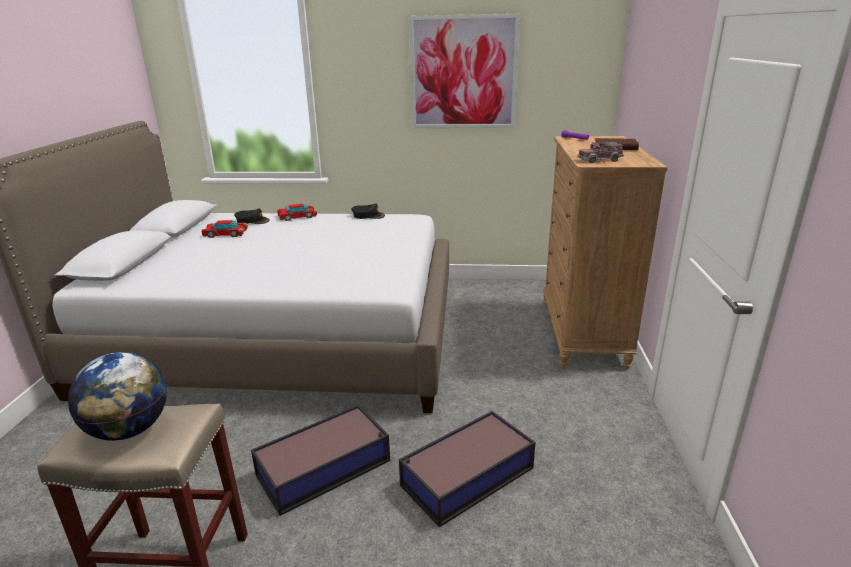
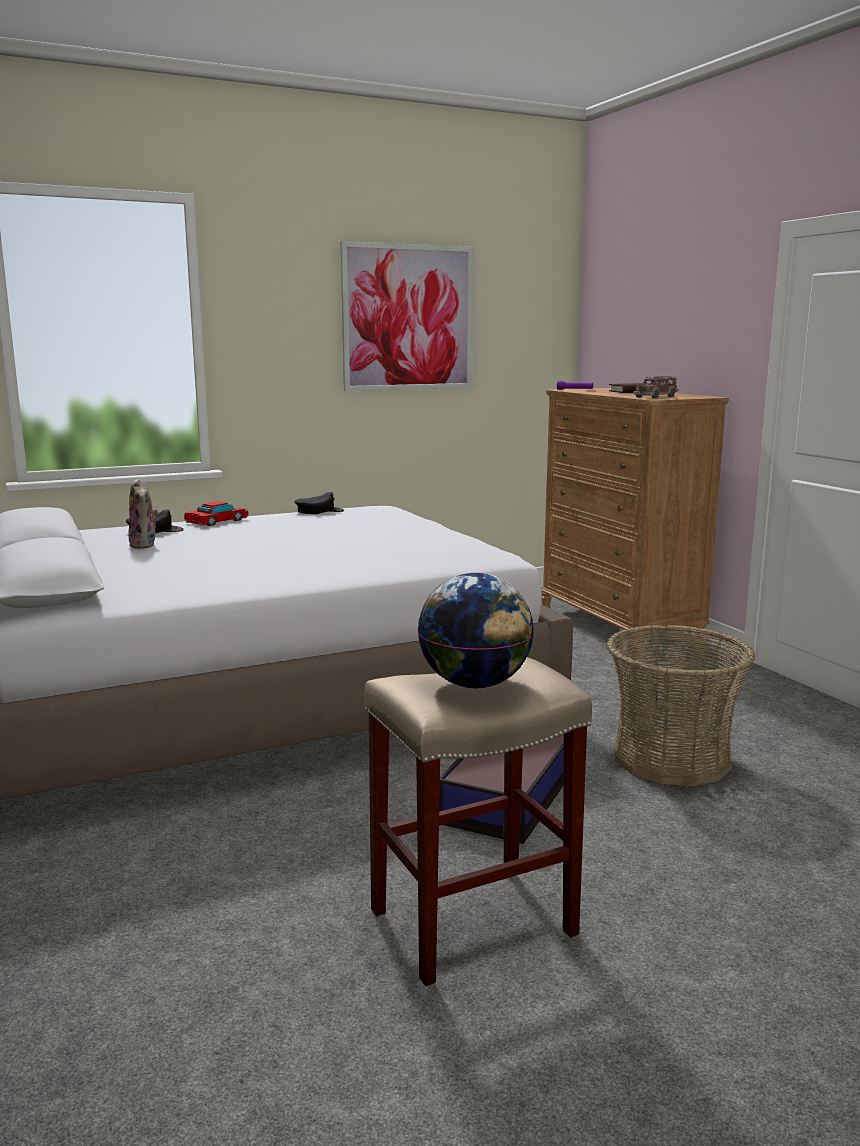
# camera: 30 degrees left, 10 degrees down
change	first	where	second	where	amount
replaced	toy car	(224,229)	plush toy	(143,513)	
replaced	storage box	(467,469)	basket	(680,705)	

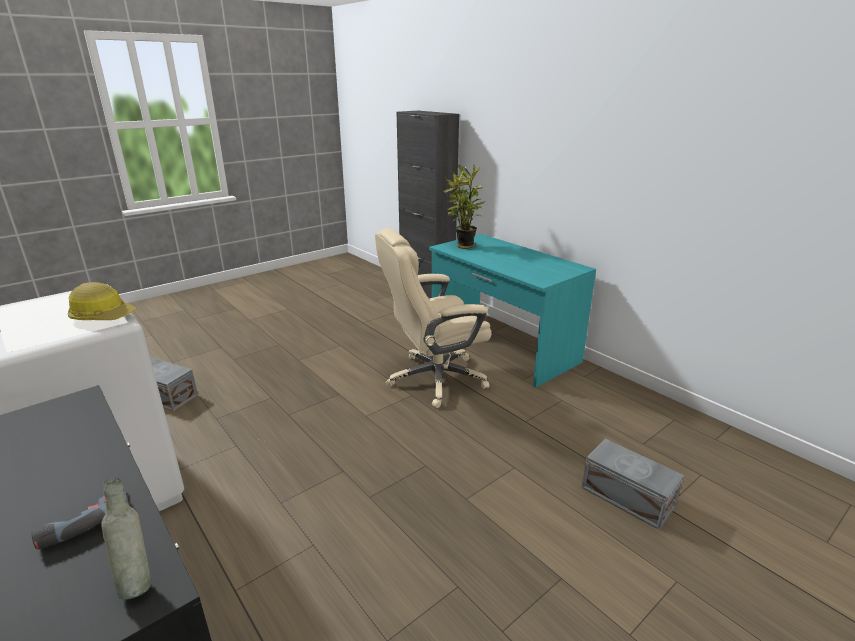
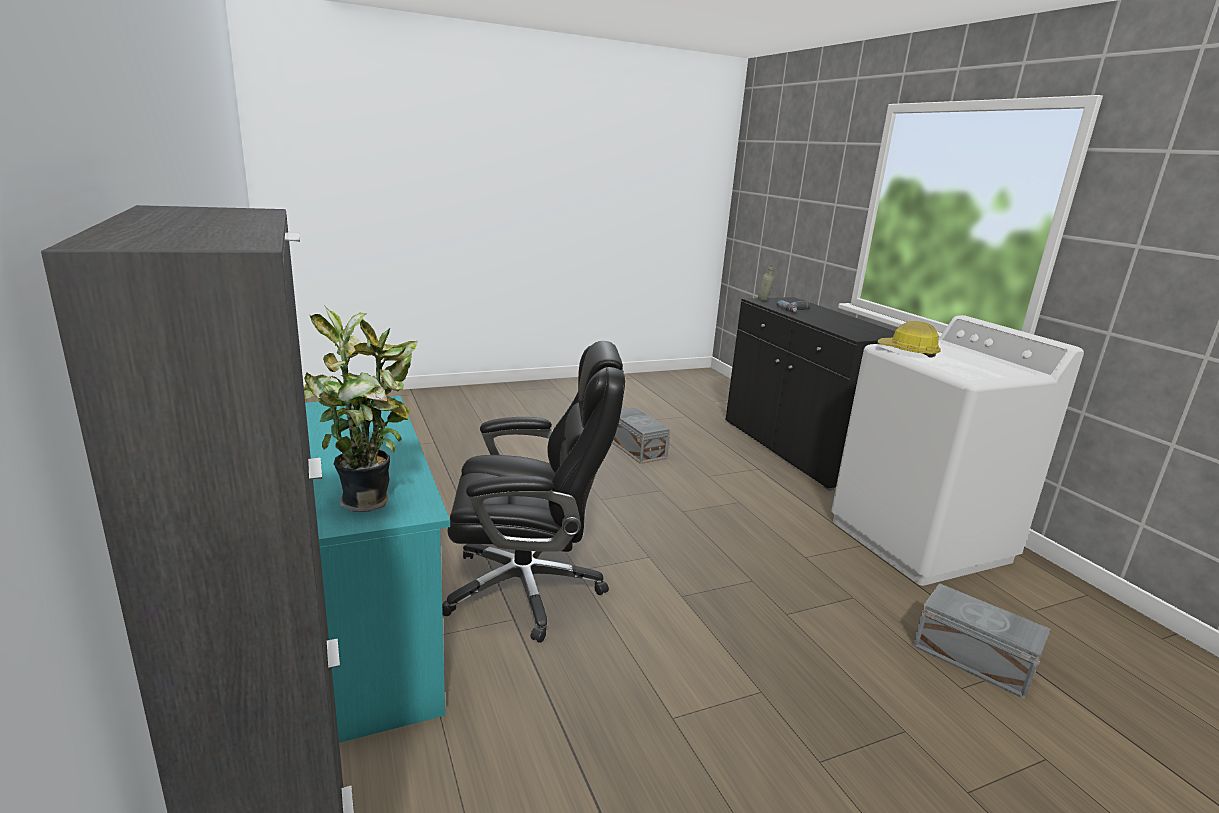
# camera: 165 degrees left, 5 degrees down
change	first	where	second	where	amount
recoloured	beige office chair	(433,318)	black office chair	(533,492)	
moved	grey storage box	(632,484)		(641,435)	

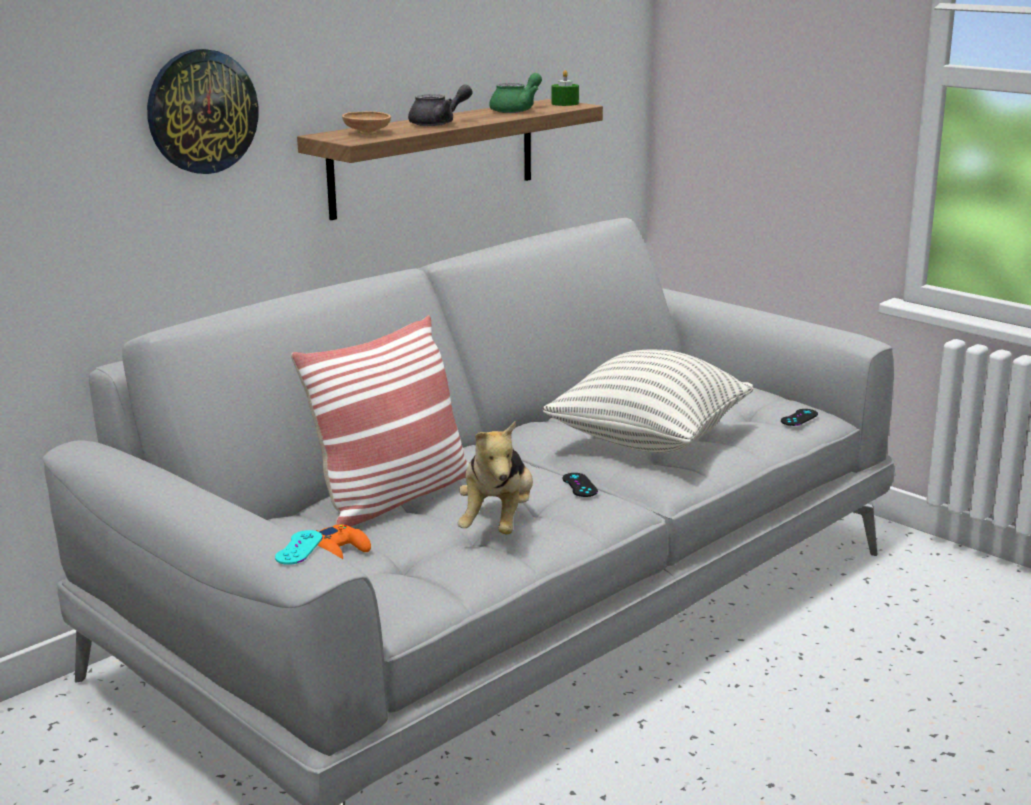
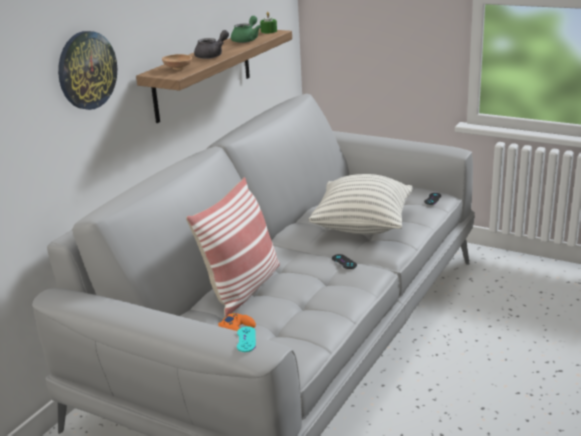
# camera: 15 degrees left, 5 degrees up
change	first	where	second	where	amount
removed	plush toy	(495,478)			

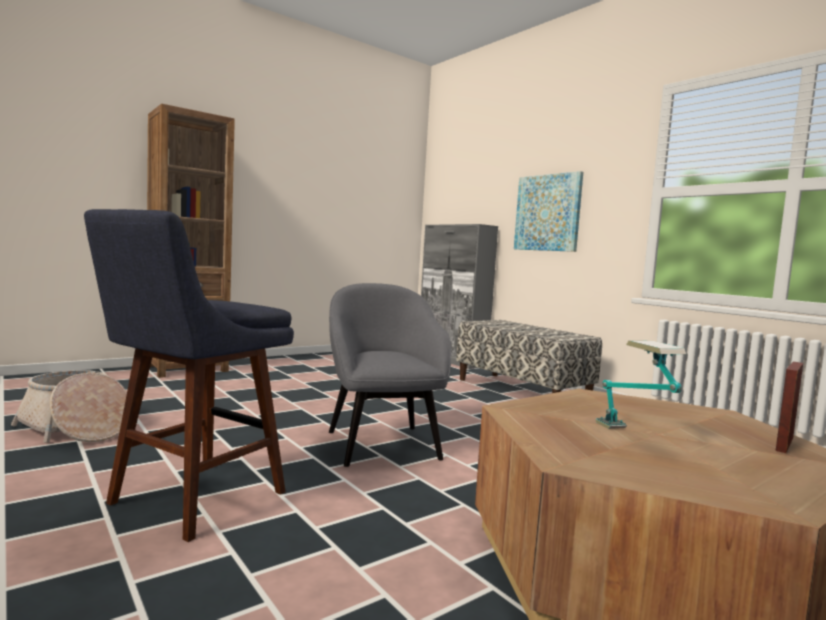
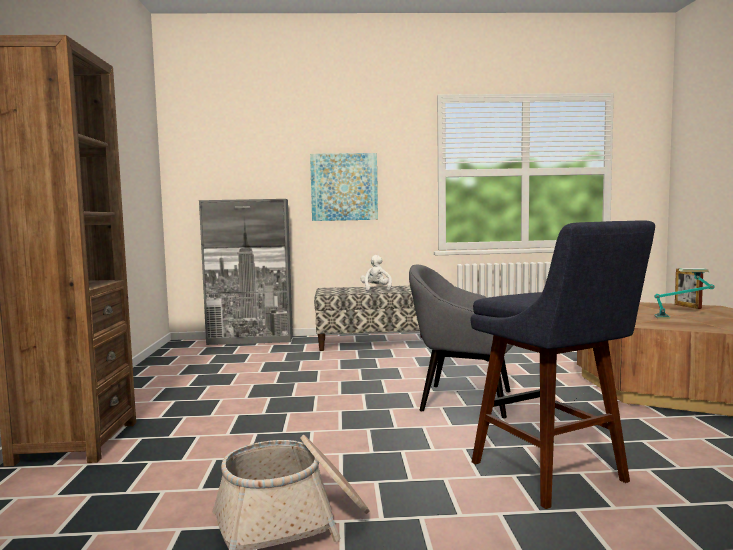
# camera: 55 degrees left, 0 degrees up
change	first	where	second	where	amount
added			white plush toy	(376,273)	

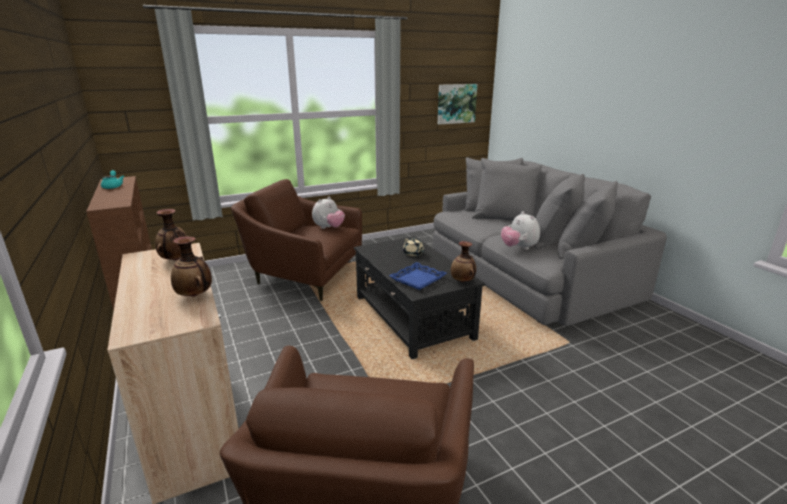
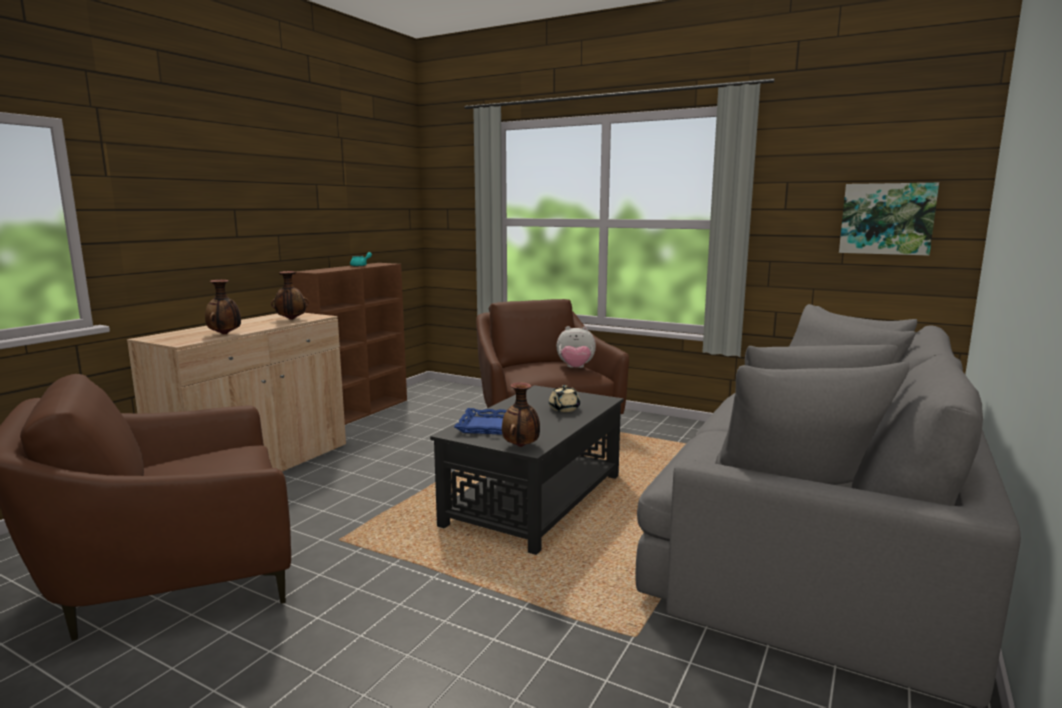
# camera: 55 degrees right, 10 degrees down
change	first	where	second	where	amount
removed	plush toy	(520,230)			

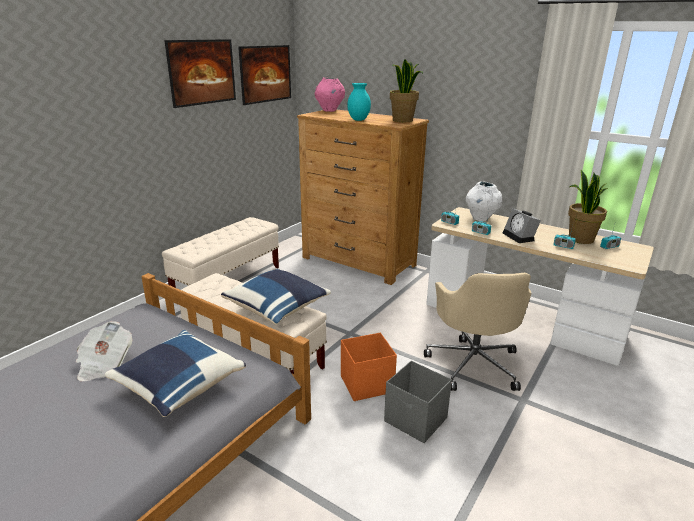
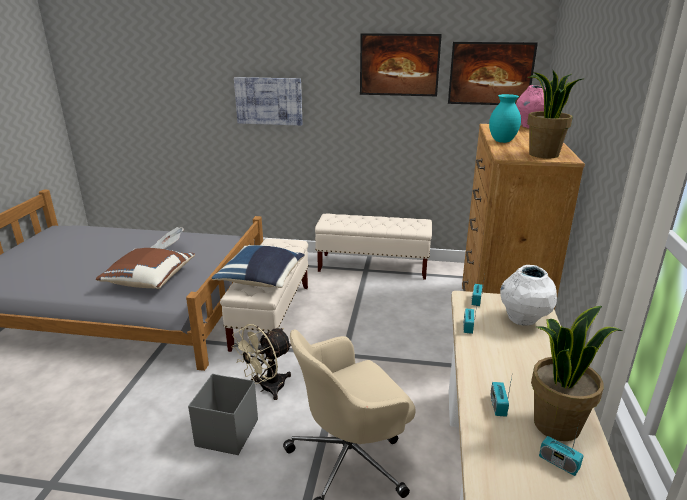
# camera: 65 degrees right, 0 degrees up
change	first	where	second	where	amount
recoloured	blue pillow	(175,373)	brown pillow	(145,268)	
replaced	orange storage box	(369,367)	beige fan	(261,362)	
removed	alarm clock	(522,226)			
added			picture	(268,101)	

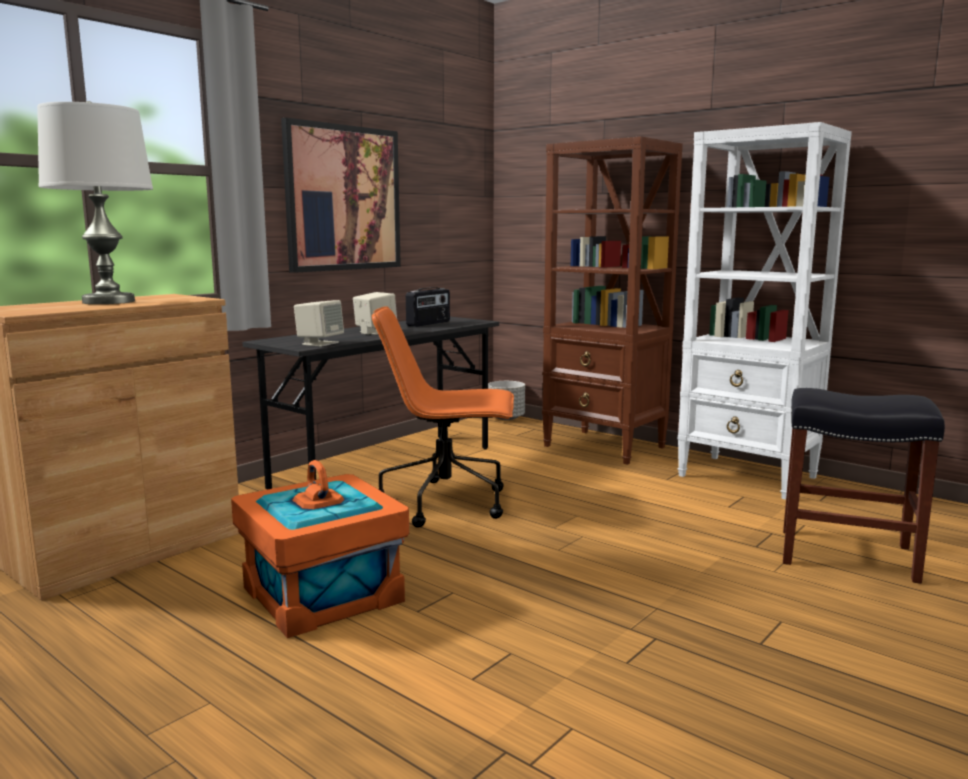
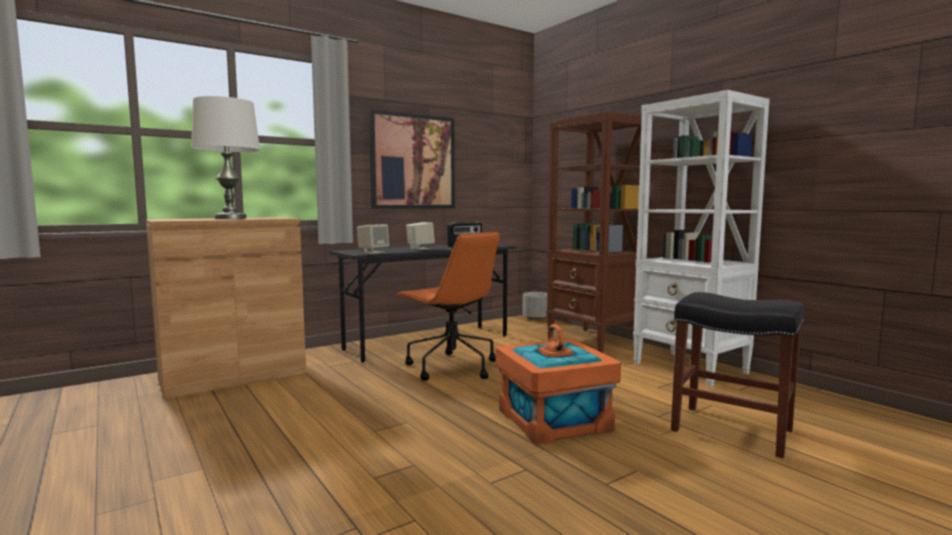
# camera: 15 degrees right, 5 degrees down
change	first	where	second	where	amount
moved	orange storage box	(320,549)		(558,384)	
turned	orange office chair	(443,417)		(448,306)	150 degrees counterclockwise

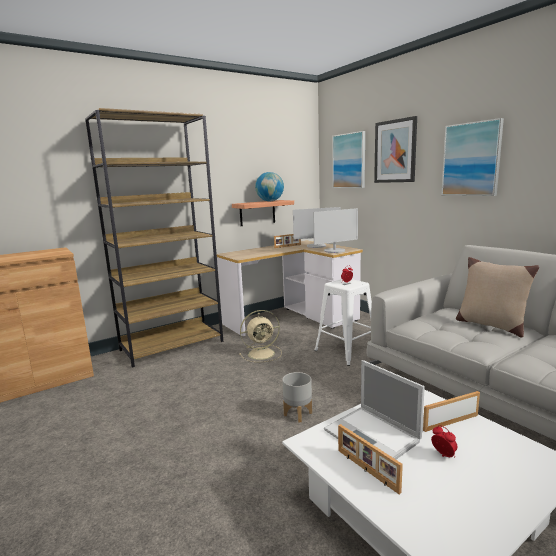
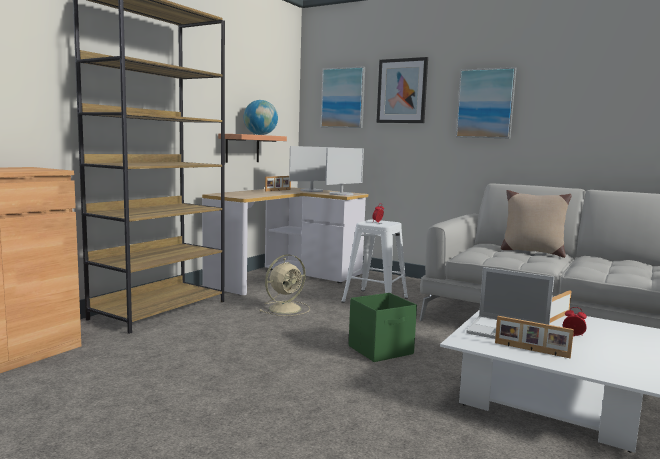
# camera: 25 degrees left, 5 degrees down
change	first	where	second	where	amount
replaced	grey planter	(297,397)	green storage box	(383,327)	

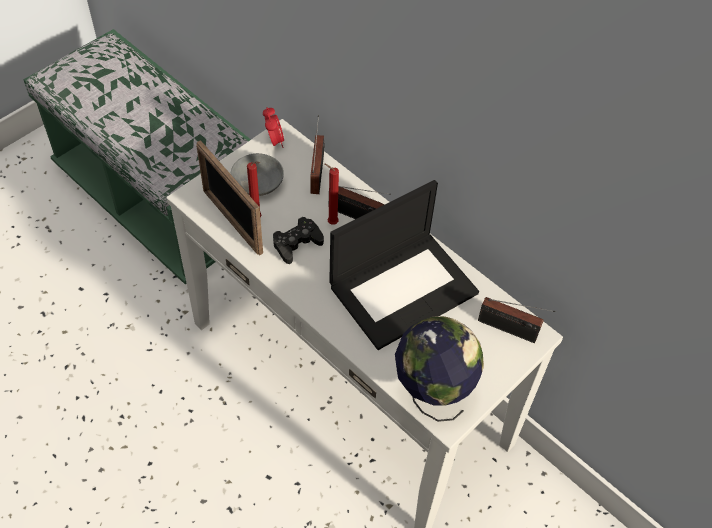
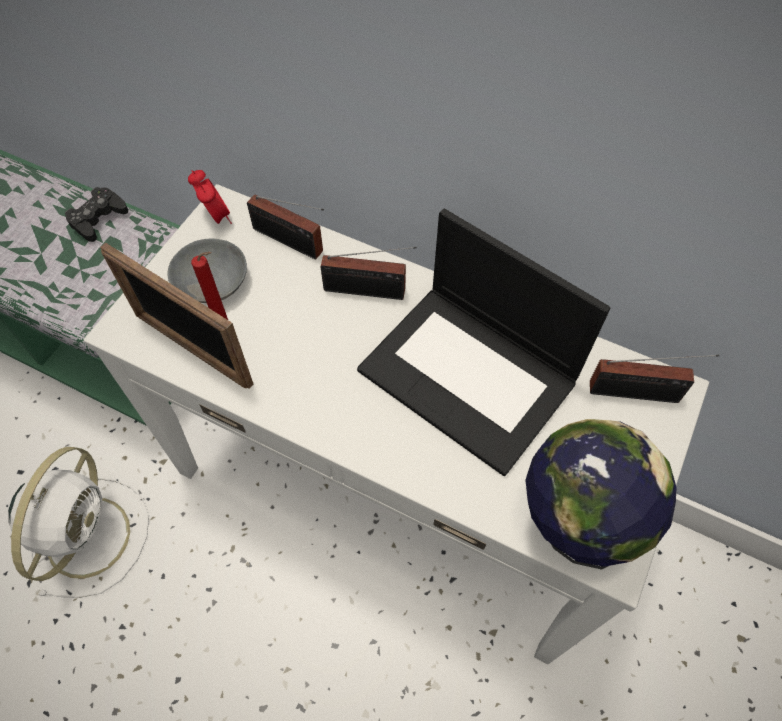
# camera: 15 degrees left, 5 degrees up
change	first	where	second	where	amount
moved	black game controller	(298,240)		(96,214)	
turned	radio	(317,154)		(285,227)	135 degrees clockwise
removed	red candle	(332,194)			
turned	laptop	(404,265)		(483,342)	90 degrees clockwise
added			white fan	(78,522)	

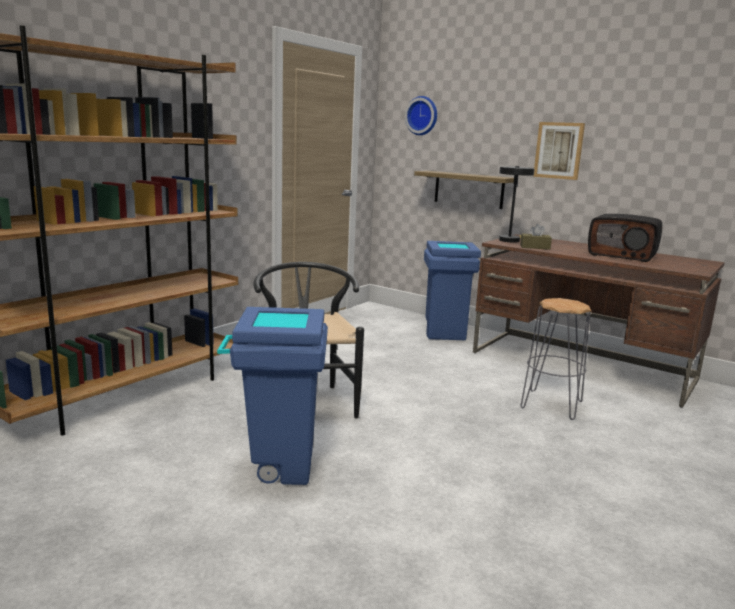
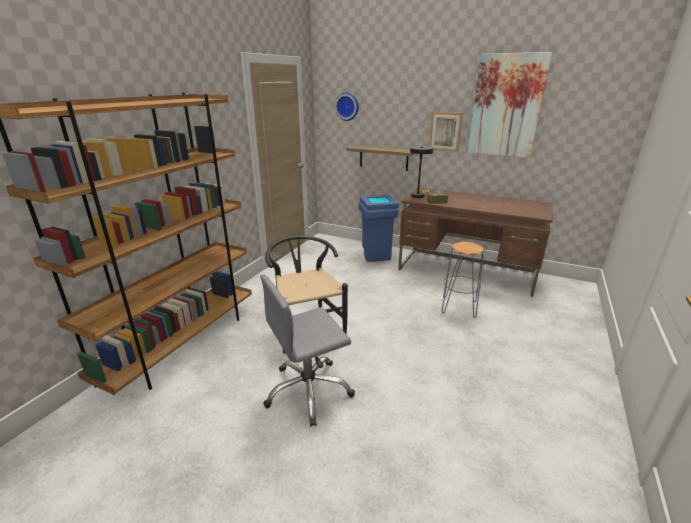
# camera: 10 degrees left, 10 degrees up
change	first	where	second	where	amount
replaced	blue trash can	(272,396)	grey office chair	(307,350)	
removed	radio	(625,238)			
added			picture	(510,105)	

